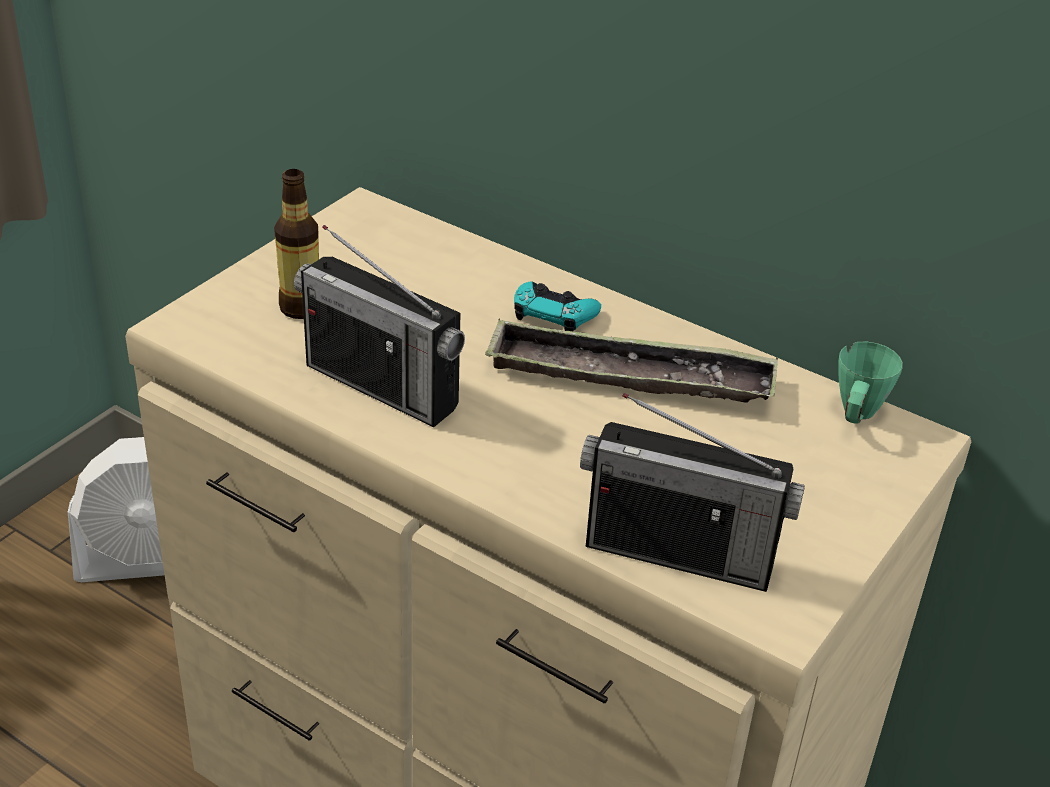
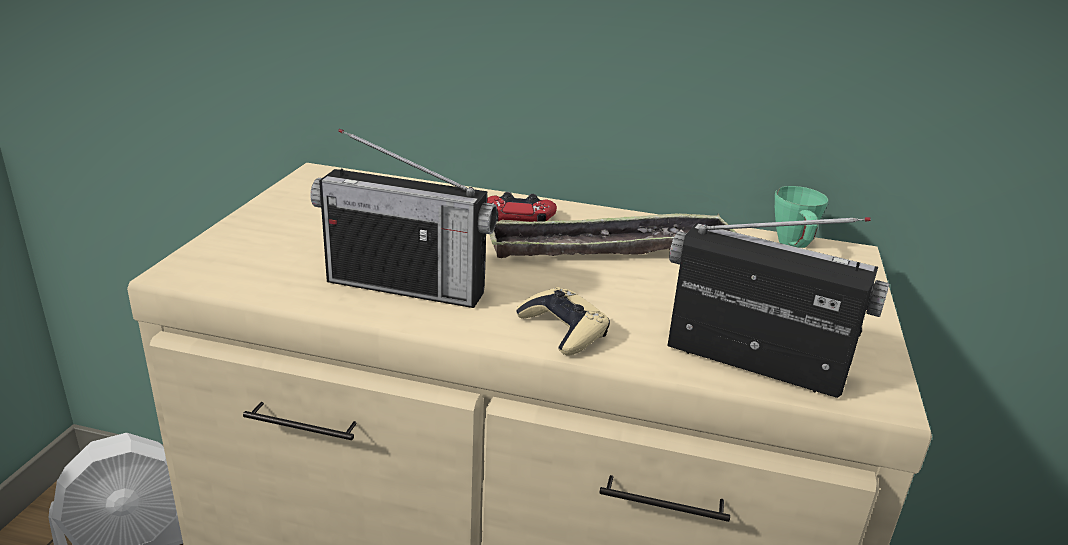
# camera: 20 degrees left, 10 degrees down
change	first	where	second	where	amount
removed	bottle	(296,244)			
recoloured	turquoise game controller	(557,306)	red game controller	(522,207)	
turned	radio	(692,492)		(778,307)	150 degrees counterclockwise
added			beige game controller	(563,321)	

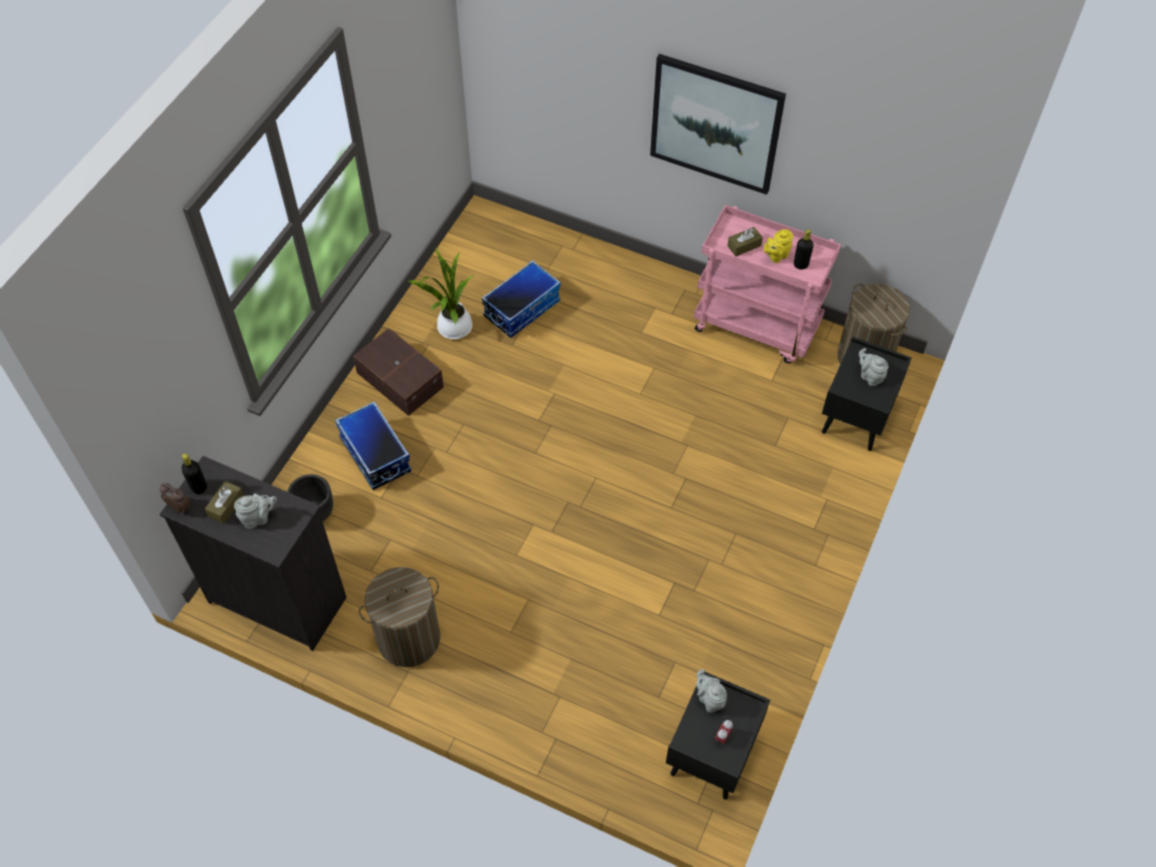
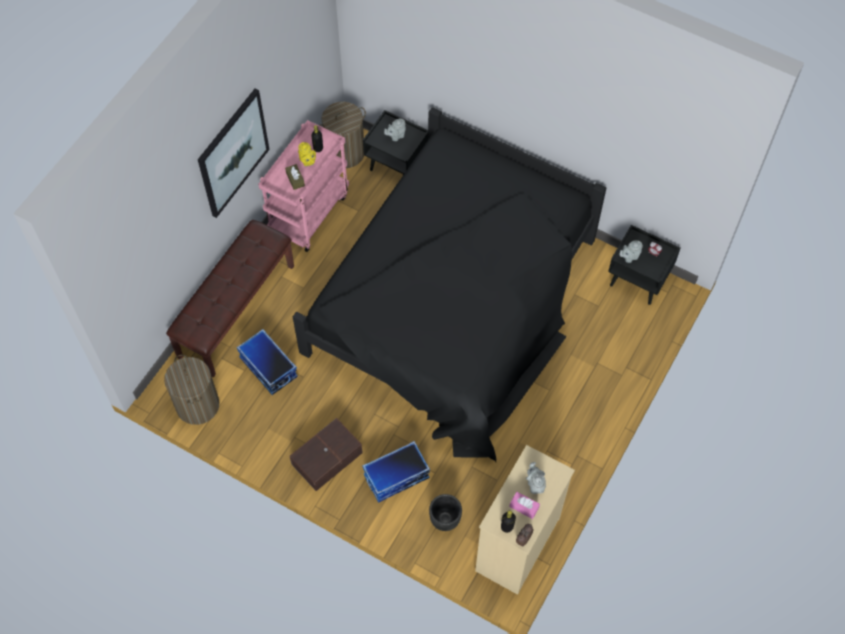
# camera: 85 degrees left, 5 degrees up
change	first	where	second	where	amount
recoloured	black dresser	(253,553)	beige dresser	(525,520)	
recoloured	brown tissue box	(224,502)	pink tissue box	(524,505)	
moved	laundry basket	(399,617)		(191,390)	
removed	potted plant	(440,293)			
added			brown bench	(230,298)	
added			black bed	(449,284)	

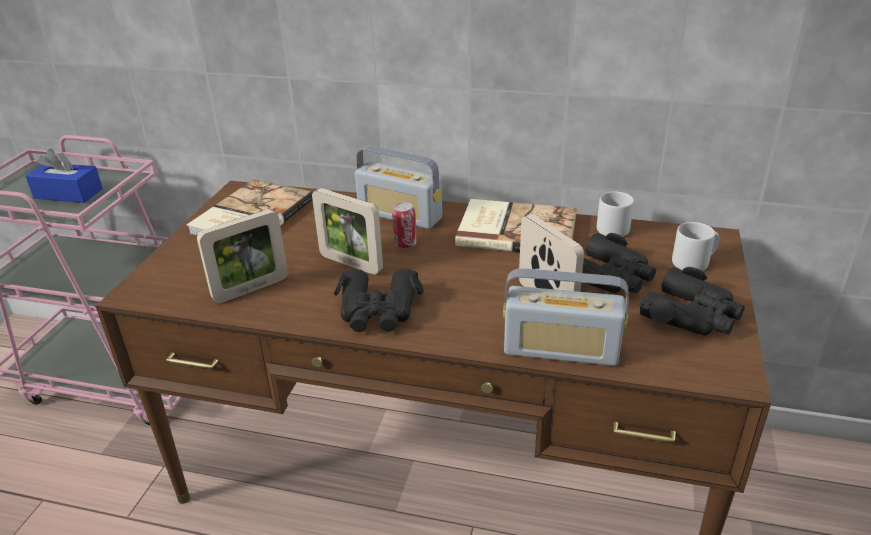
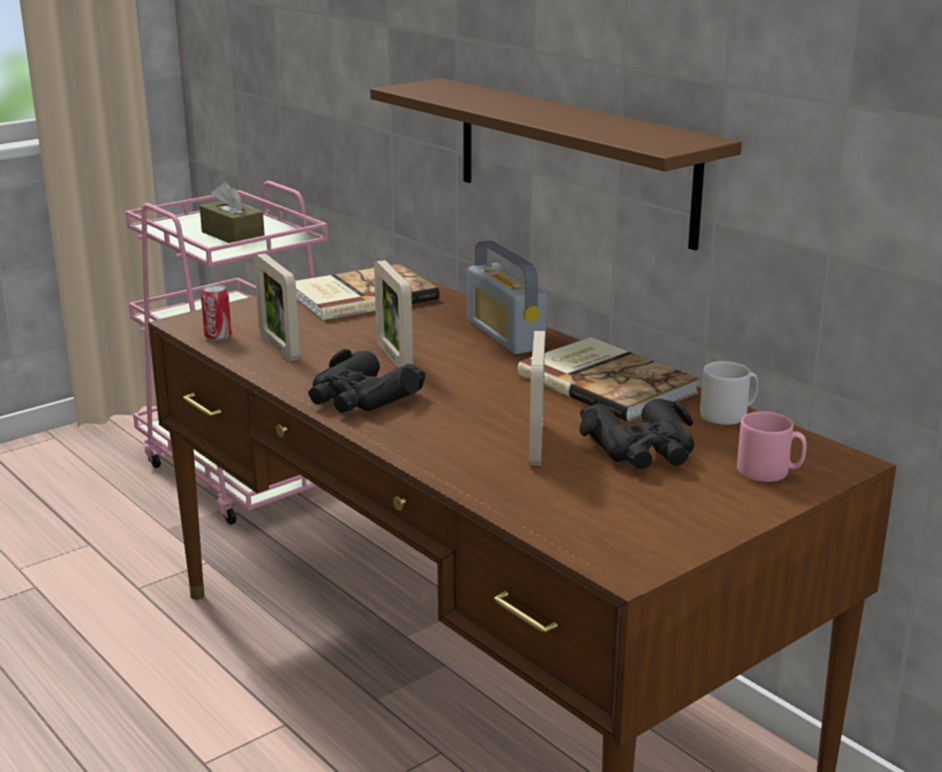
# camera: 35 degrees right, 10 degrees down
change	first	where	second	where	amount
recoloured	blue tissue box	(64,175)	brown tissue box	(232,212)	
turned	picture frame	(242,256)		(277,307)	60 degrees clockwise
moved	can	(404,225)		(216,313)	
removed	radio	(566,317)			
removed	black binoculars	(692,301)			
recoloured	grey mug	(695,246)	pink mug	(772,446)	
added			brown shelf	(556,164)	

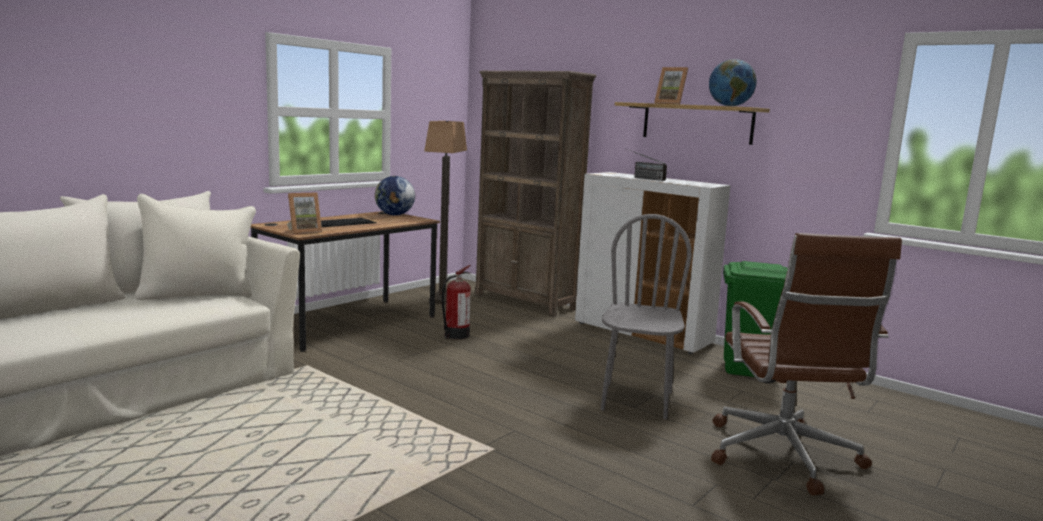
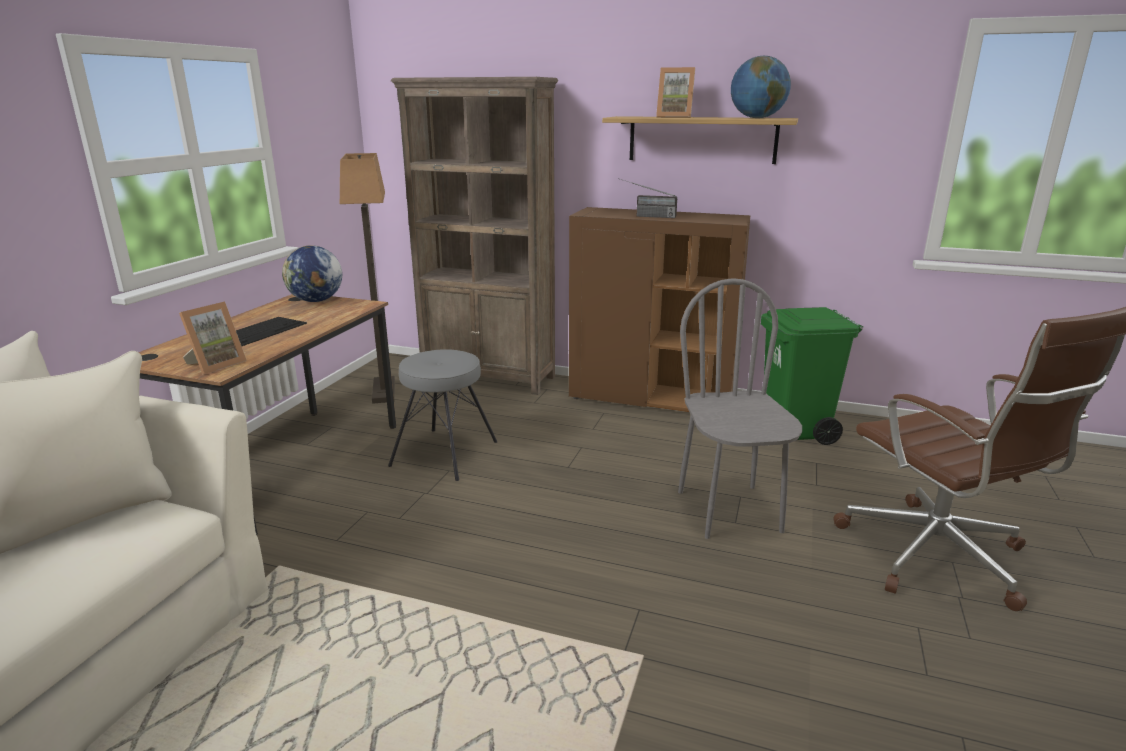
# camera: 20 degrees left, 10 degrees up
change	first	where	second	where	amount
replaced	fire extinguisher	(456,302)	grey stool	(442,415)	
recoloured	white cabinet	(652,263)	brown cabinet	(659,309)	

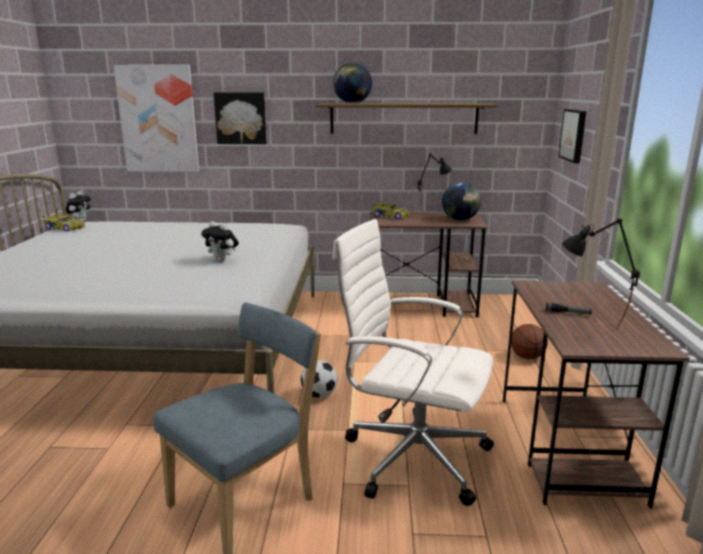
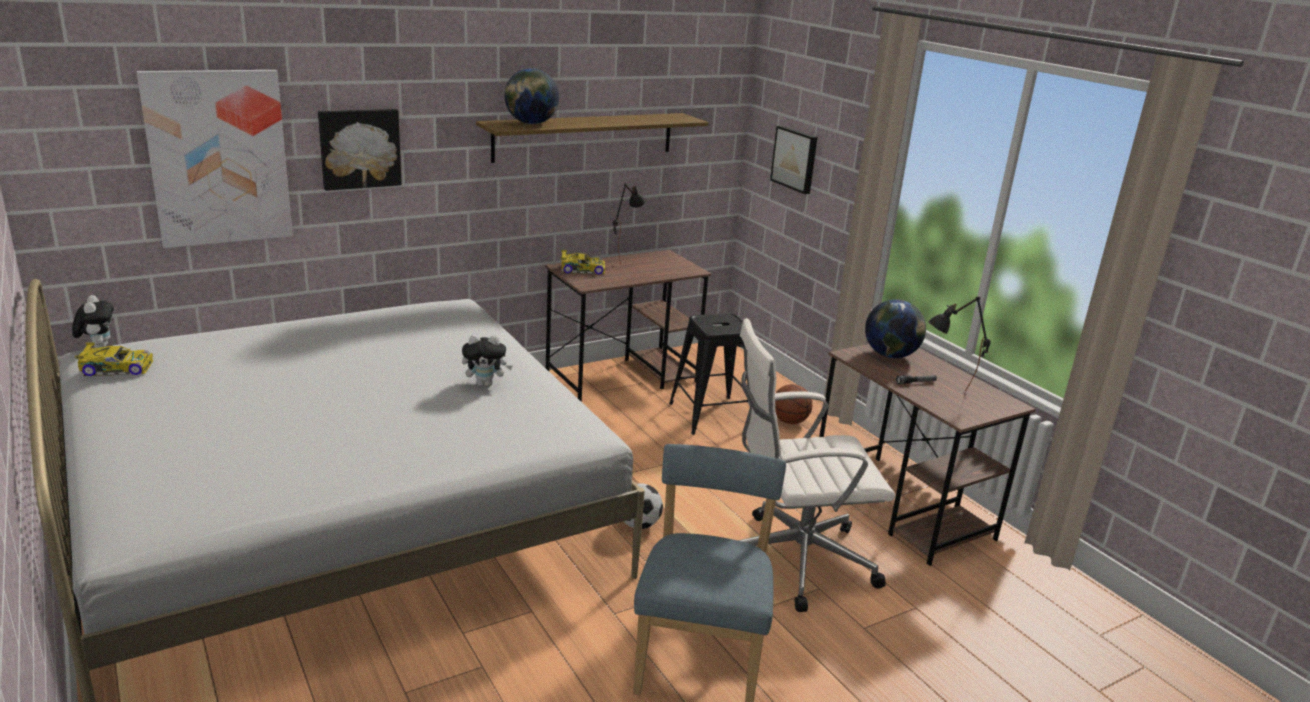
# camera: 35 degrees left, 5 degrees up
change	first	where	second	where	amount
moved	globe	(461,201)		(895,328)	
added			black stool	(708,374)	

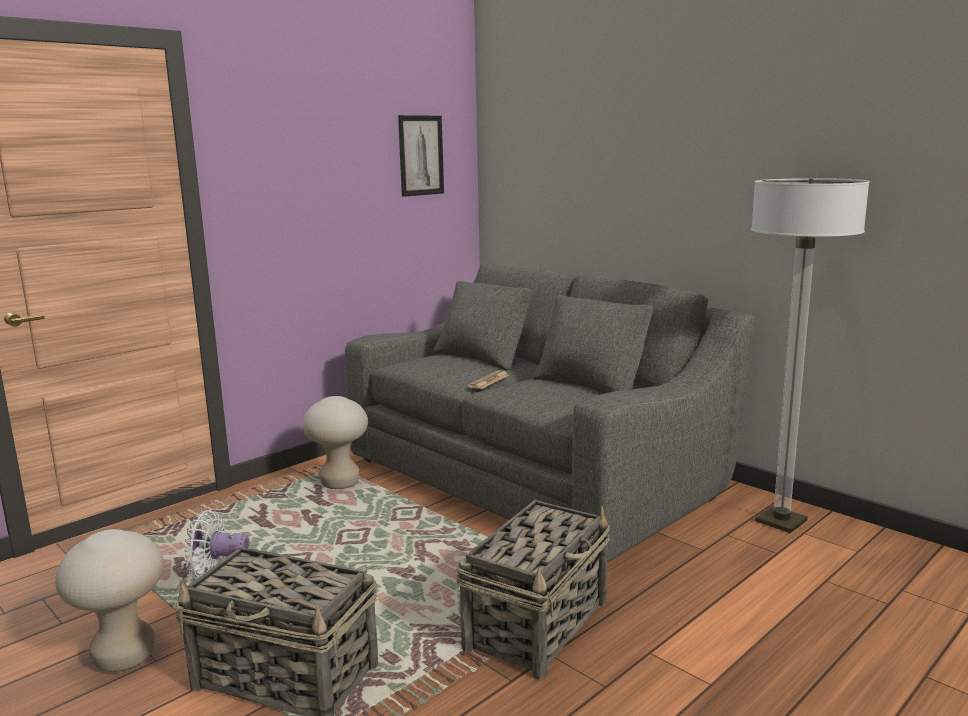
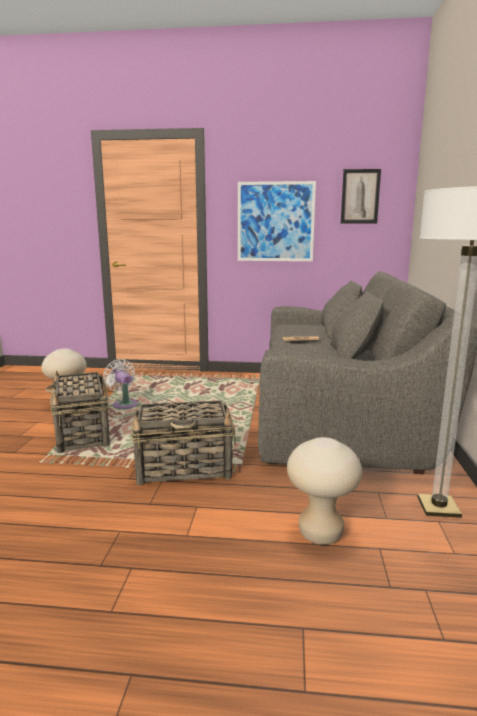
# camera: 50 degrees right, 0 degrees up
change	first	where	second	where	amount
moved	beige stool	(335,442)		(324,491)	
added			picture	(277,221)	

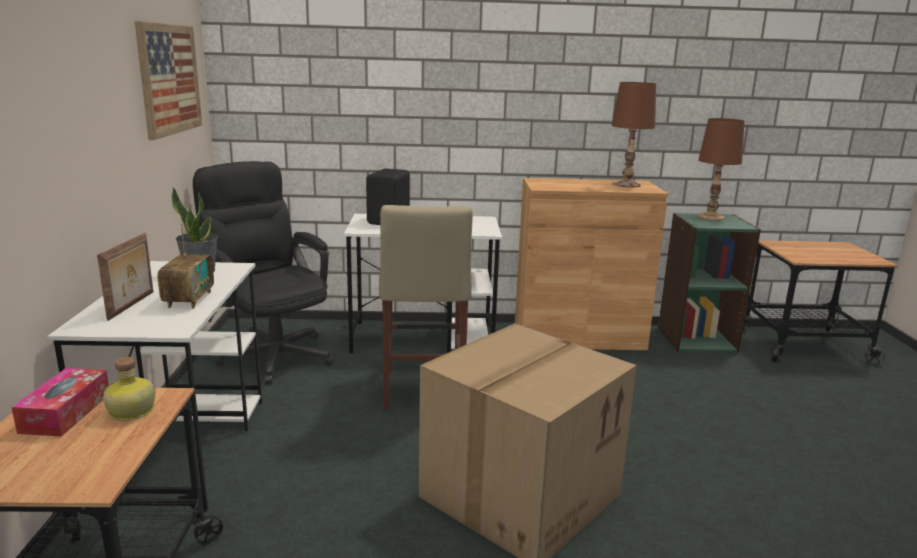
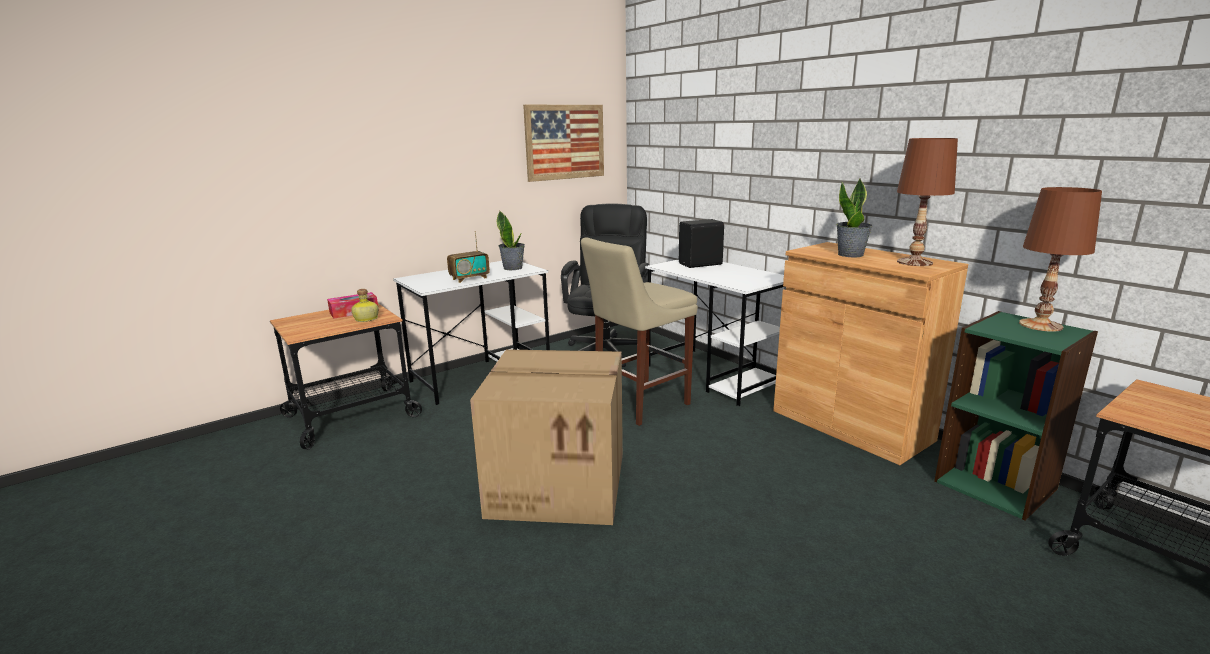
# camera: 55 degrees right, 0 degrees up
change	first	where	second	where	amount
removed	picture frame	(125,277)			
added			potted plant	(854,218)	

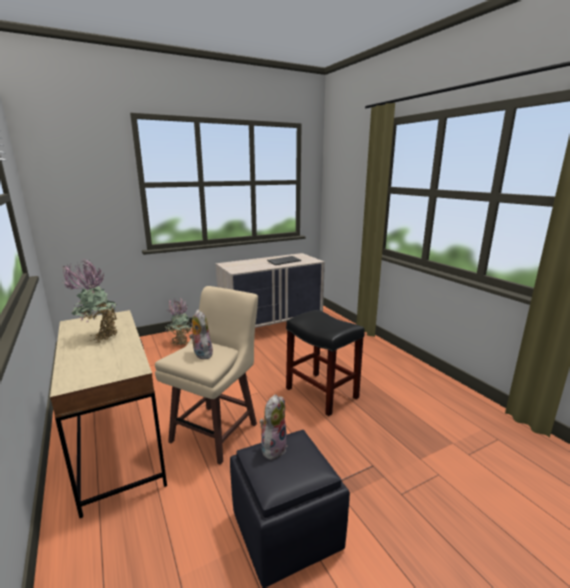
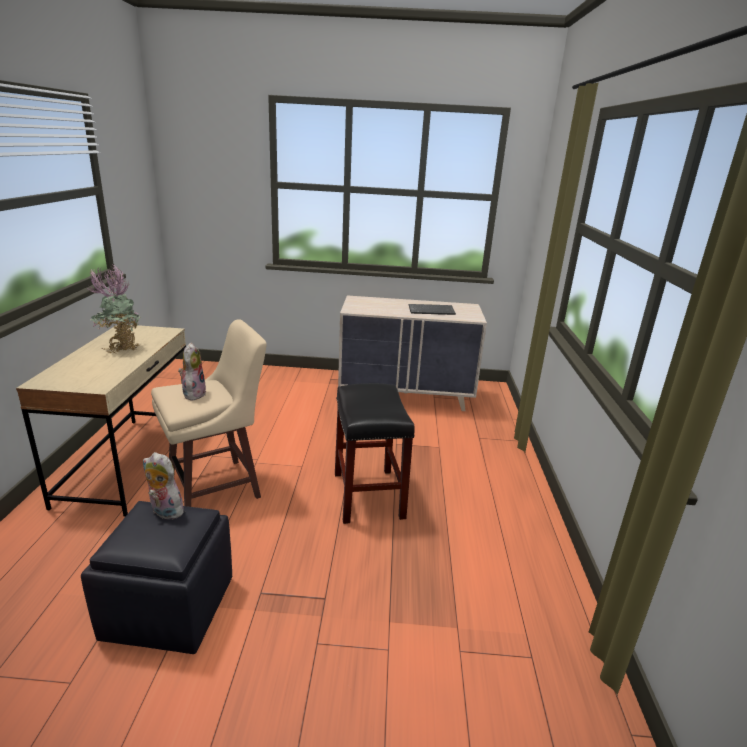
# camera: 30 degrees right, 5 degrees up
change	first	where	second	where	amount
removed	potted plant	(179,322)			
turned	plush toy	(273,427)		(164,486)	120 degrees counterclockwise

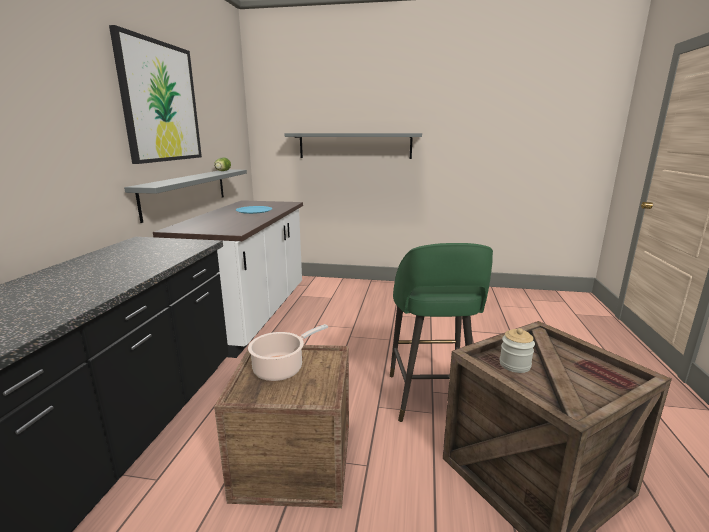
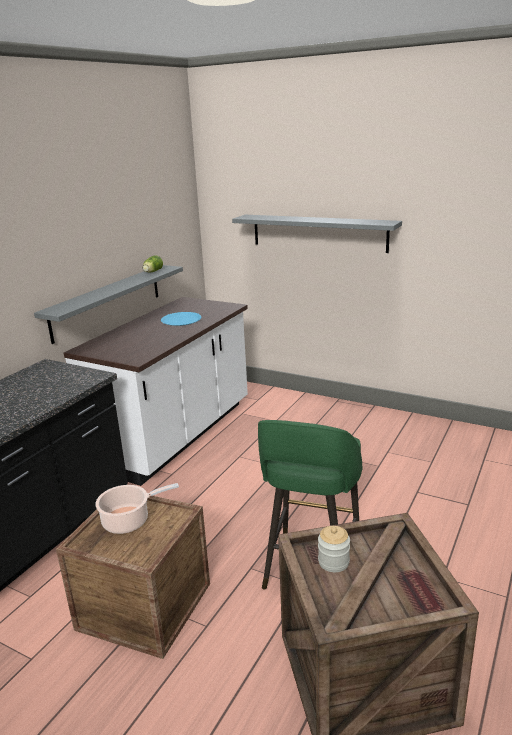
# camera: 20 degrees right, 5 degrees up
change	first	where	second	where	amount
removed	picture	(155,94)			

